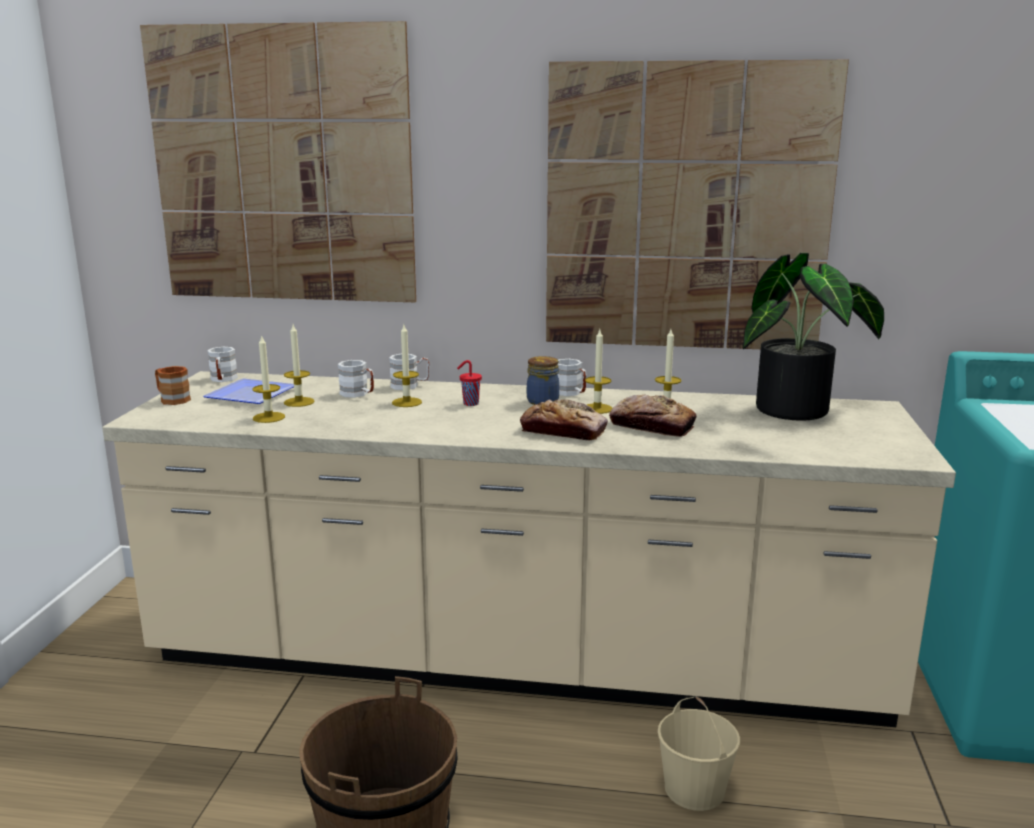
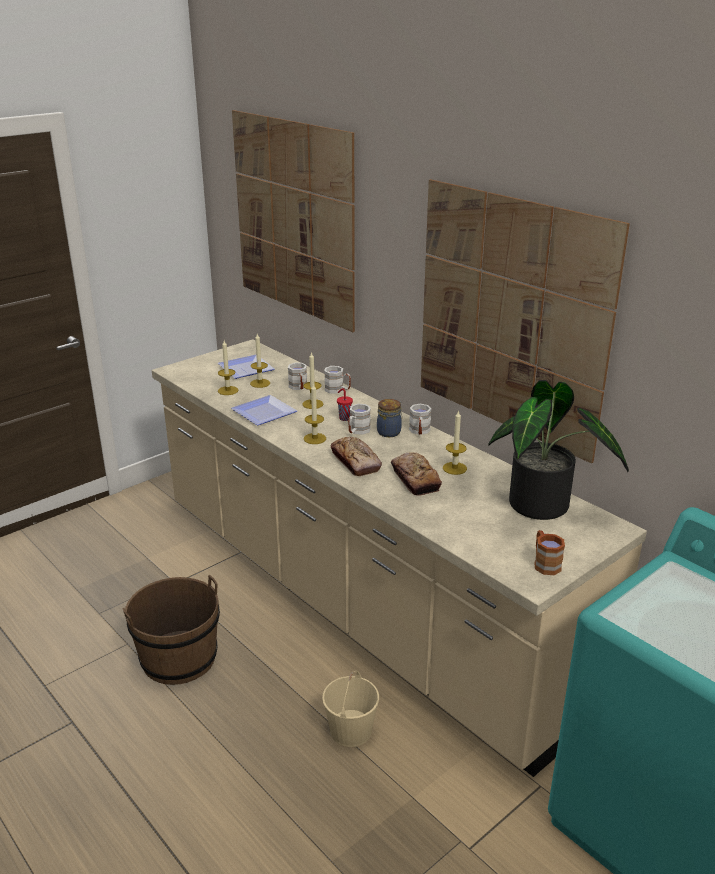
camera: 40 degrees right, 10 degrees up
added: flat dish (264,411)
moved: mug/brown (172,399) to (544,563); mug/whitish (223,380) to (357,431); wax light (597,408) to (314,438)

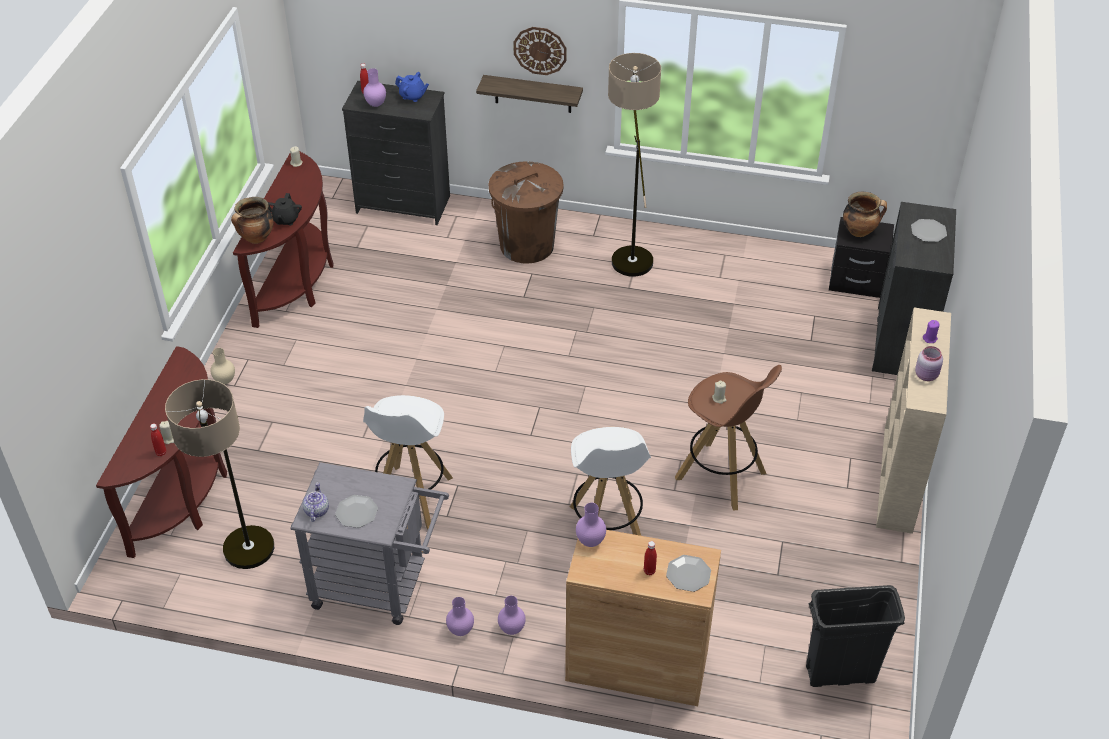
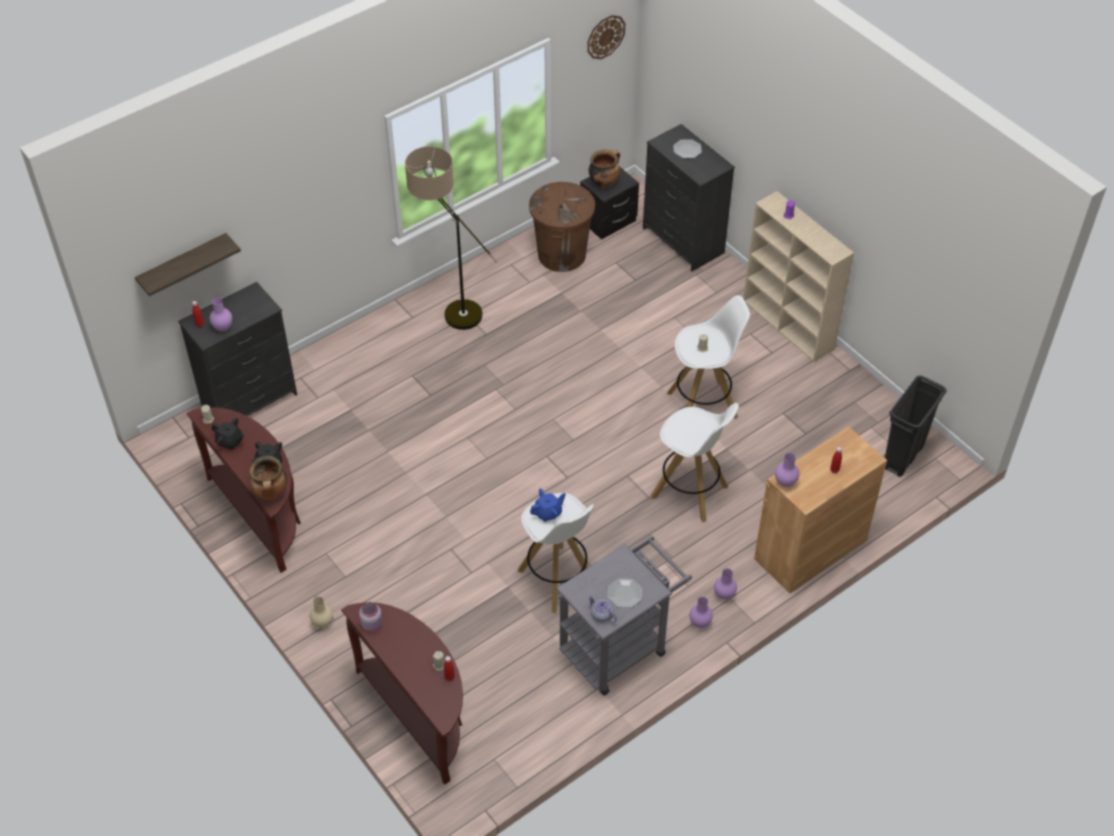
camera: 50 degrees left, 5 degrees up
removed: standing lamp (246,565); flat dish (688,574)
added: tea pot/black (230,441)
moved: tea pot/blue (412,96) to (548,513); shelf (533,94) to (183,265); rubbish bin/brown (527,245) to (562,254); hanging clock (540,50) to (605,36); jar/pink-coloured (927,375) to (372,624)
recoloured: stool seat/brown (721,476) to stool seat/whitish (703,404)

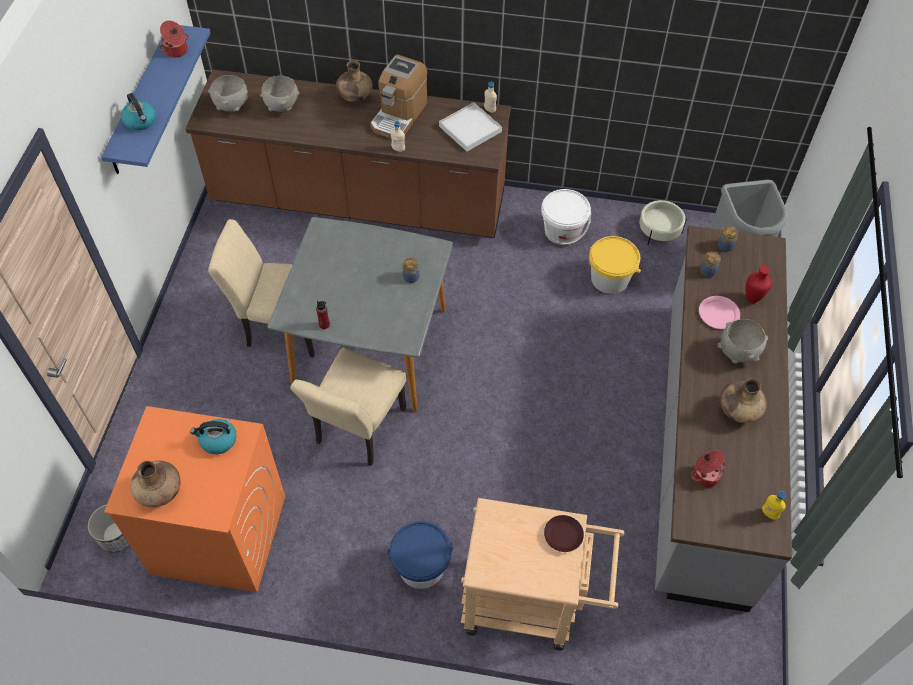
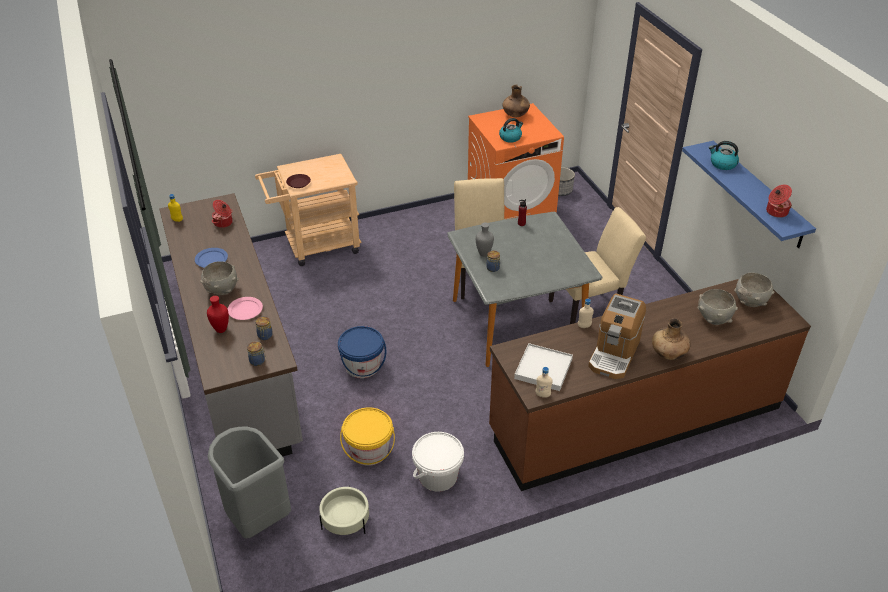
camera: 150 degrees right, 15 degrees down
added: decorative vase/gray (484,254)
moved: pail/blue (421,566) to (362,366)
replaced: decorative vase/brown (738,411) to flat dish/blue (211,259)
turned: coffee maker (399,116) = (614,354) 150 degrees counterclockwise

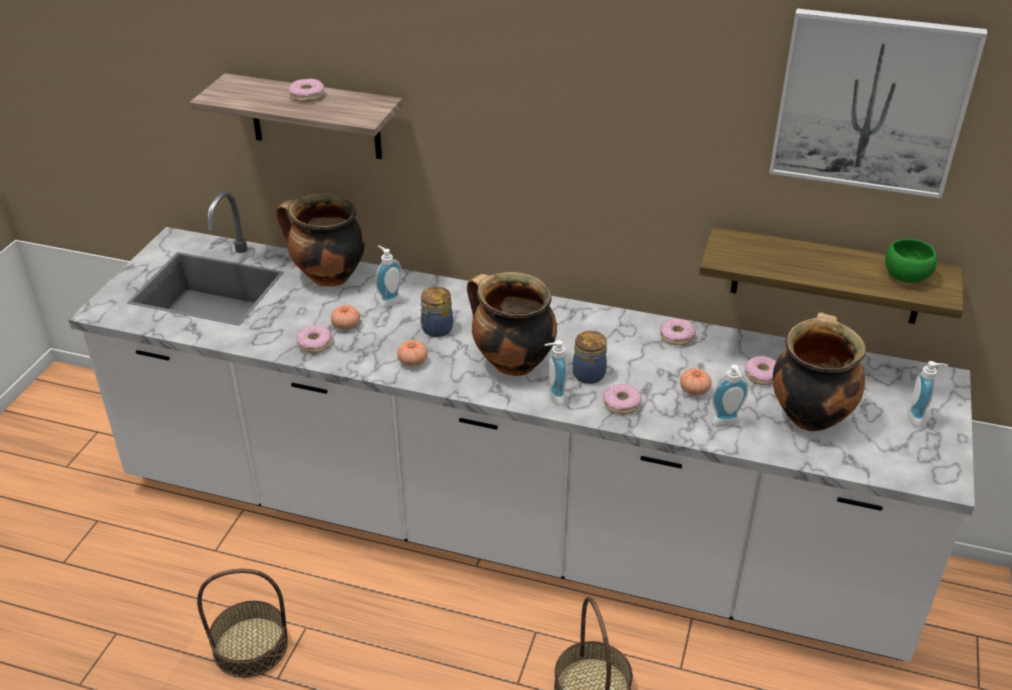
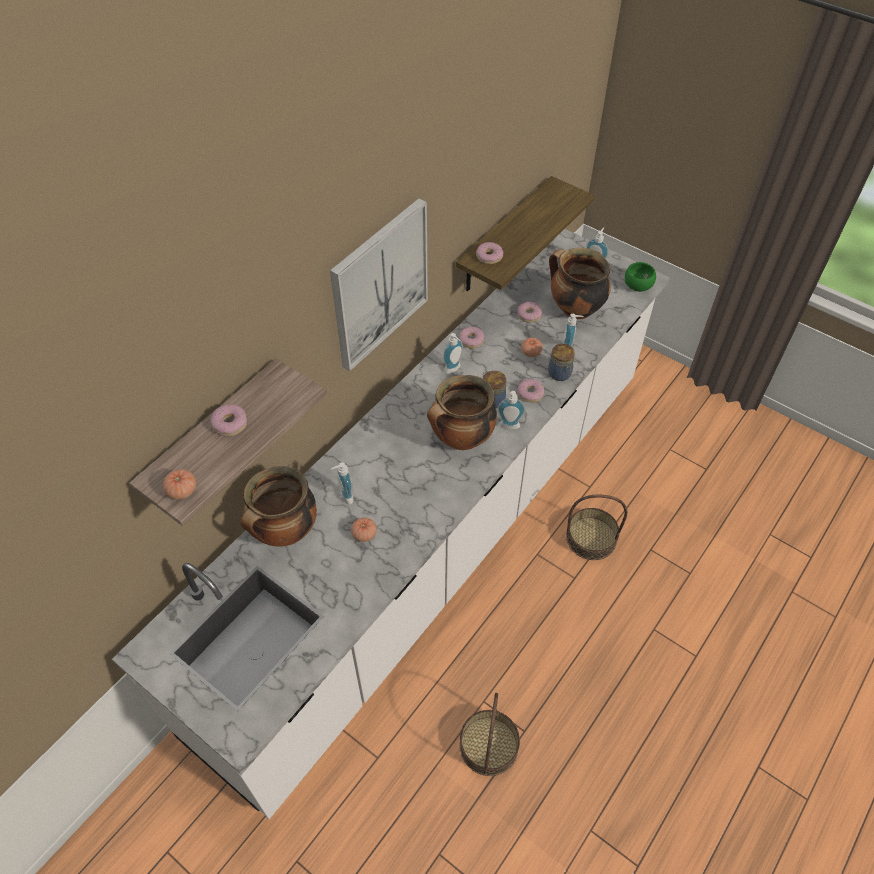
camera: 70 degrees left, 15 degrees up
added: liquid soap bottle (454,370)
moved: ring doughnut (315,344) to (489,256); fresh tomato (412,361) to (182,490); jar (436,329) to (560,374); wall art (871,103) to (379,284); serving bowl/greenish (907,276) to (637,285)

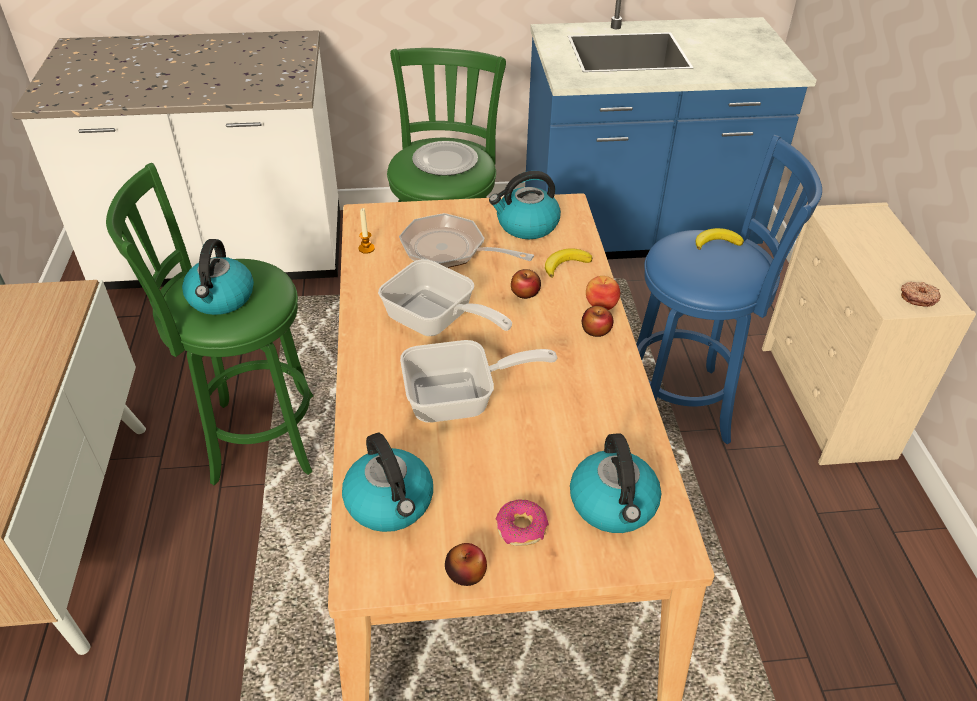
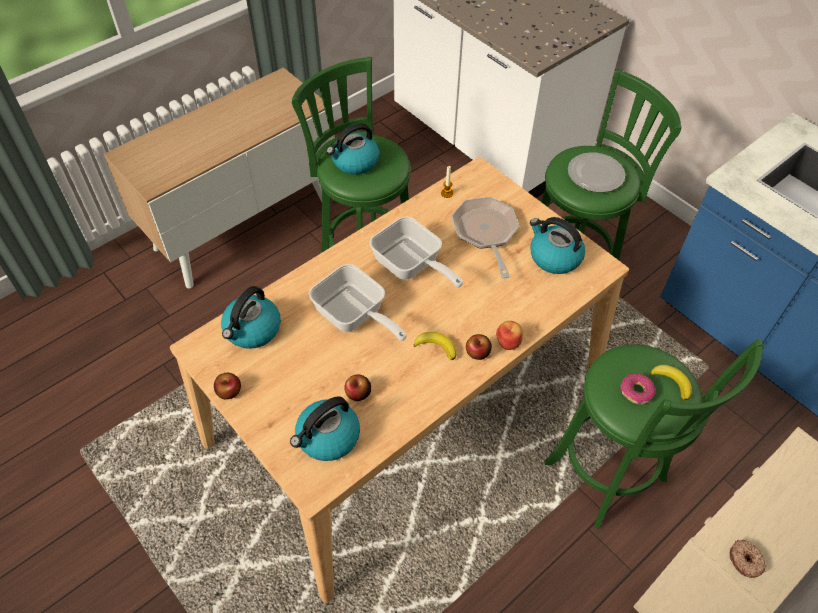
camera: 55 degrees right, 10 degrees up
moved: ring doughnut (521,528) to (636,392); apple fruit (525,293) to (358,393); banana (565,264) to (436,346)
recoloured: stool seat/blue (683,404) to stool seat/greenish (609,477)
turned: skillet (436,321) = (411,266) 45 degrees counterclockwise

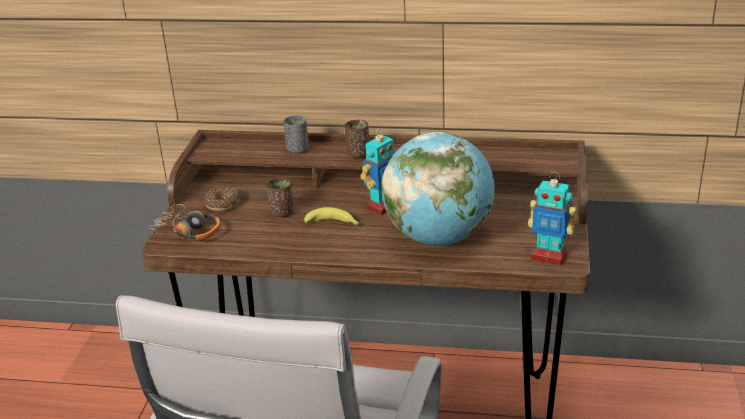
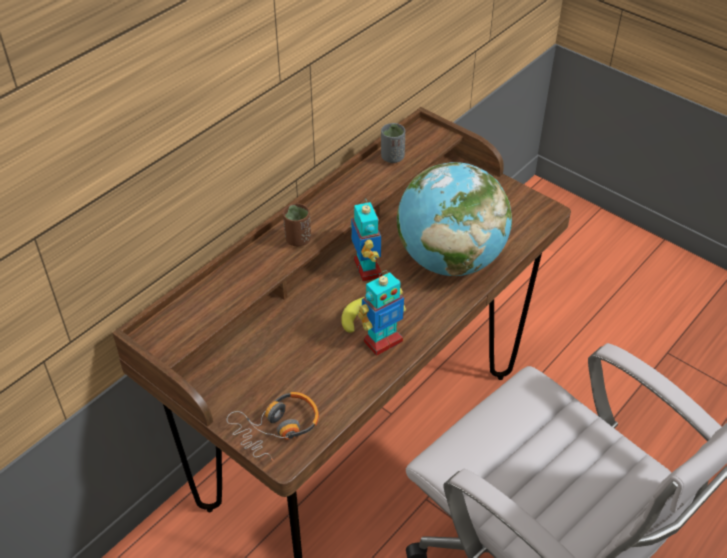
camera: 60 degrees left, 15 degrees up
removed: ring doughnut (222,204); cup/brown (282,213)
moved: cup/gray (297,149) to (392,157); model robot (549,256) to (382,341)

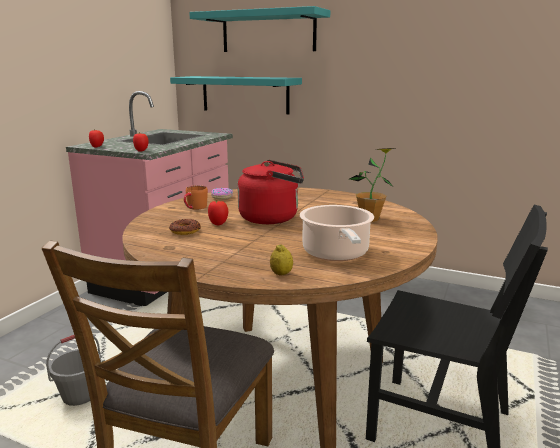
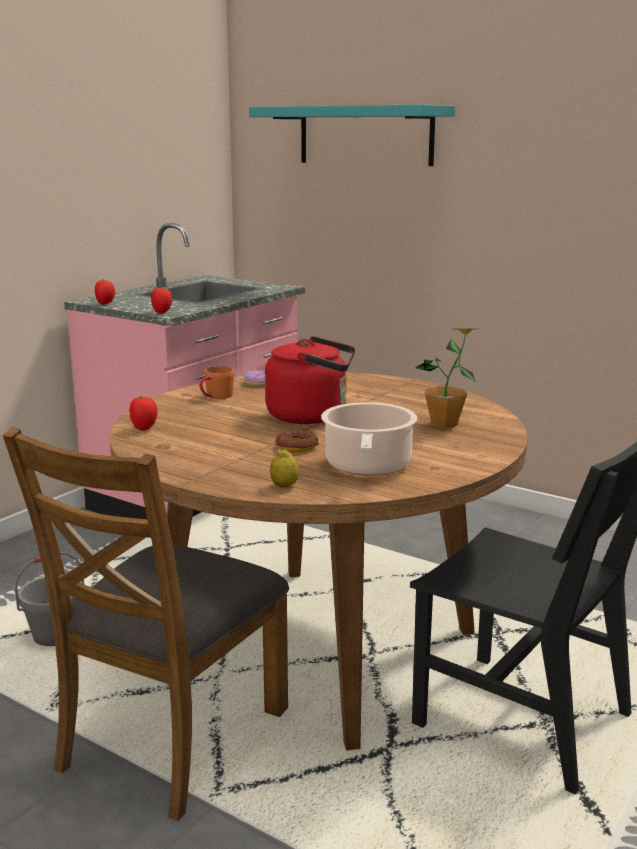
camera: 10 degrees right, 0 degrees up
removed: shelf/blue-green (245,94)
moved: ring doughnut (185,231) to (297,446); fresh tomato (218,224) to (144,428)

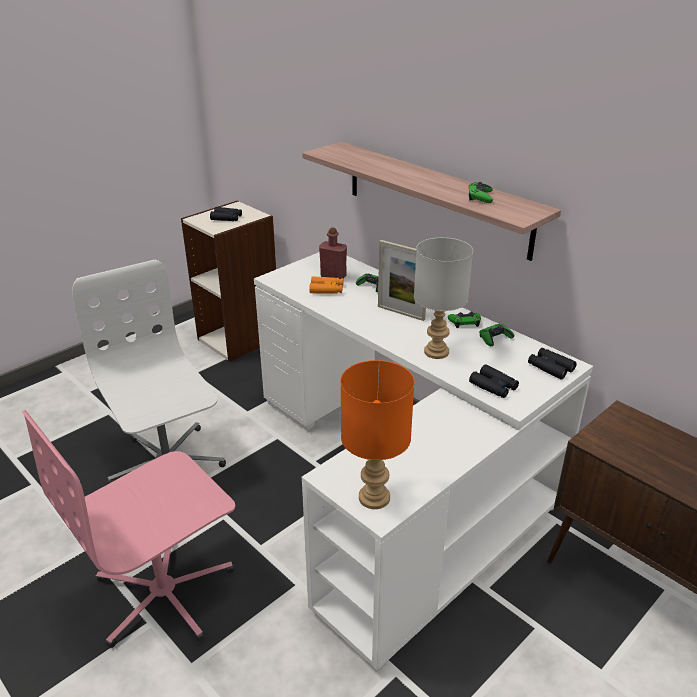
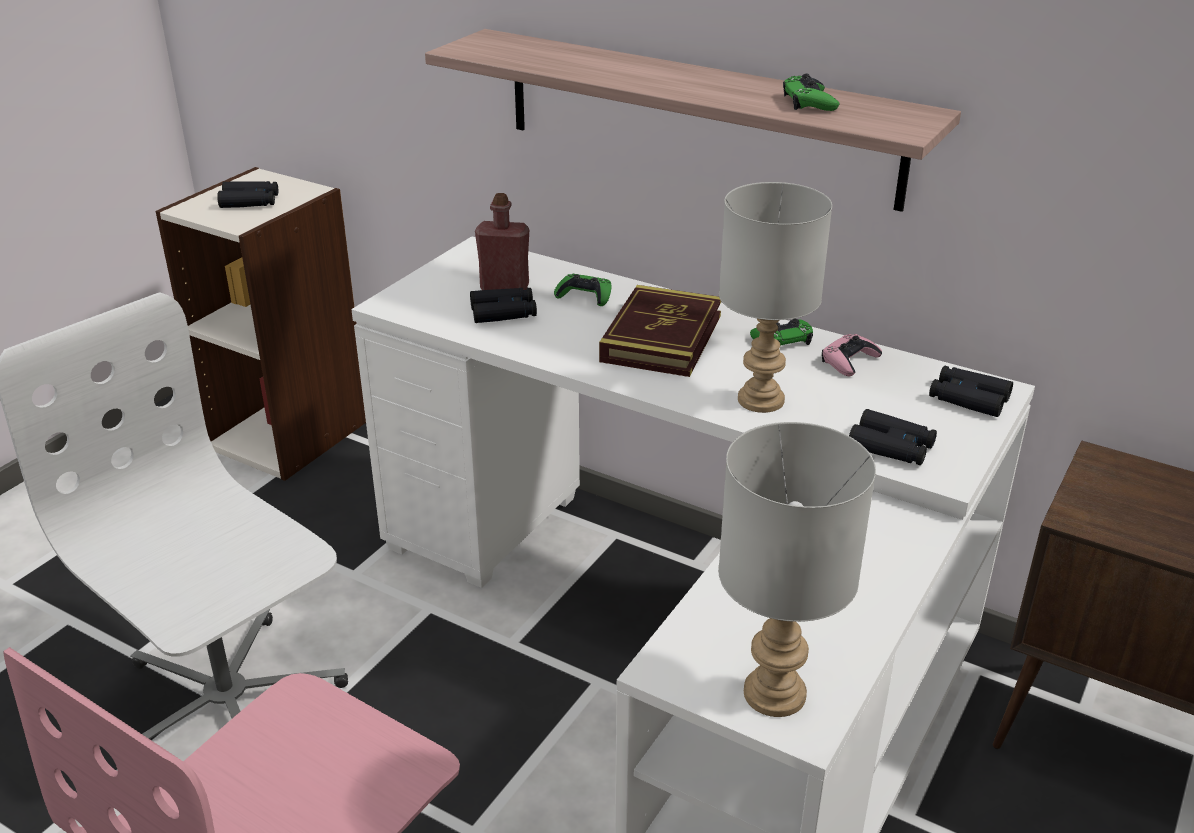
camera: 15 degrees left, 0 degrees up
replaced: standing frame (401,313) to volume (661,338)
recoloured: binoculars/orange (326,289) to binoculars/black (503,313); lamp for a table/orange (373,498) to lamp for a table/gray (774,696); joypad/greenish (495,338) to joypad/pink-coloured (849,361)

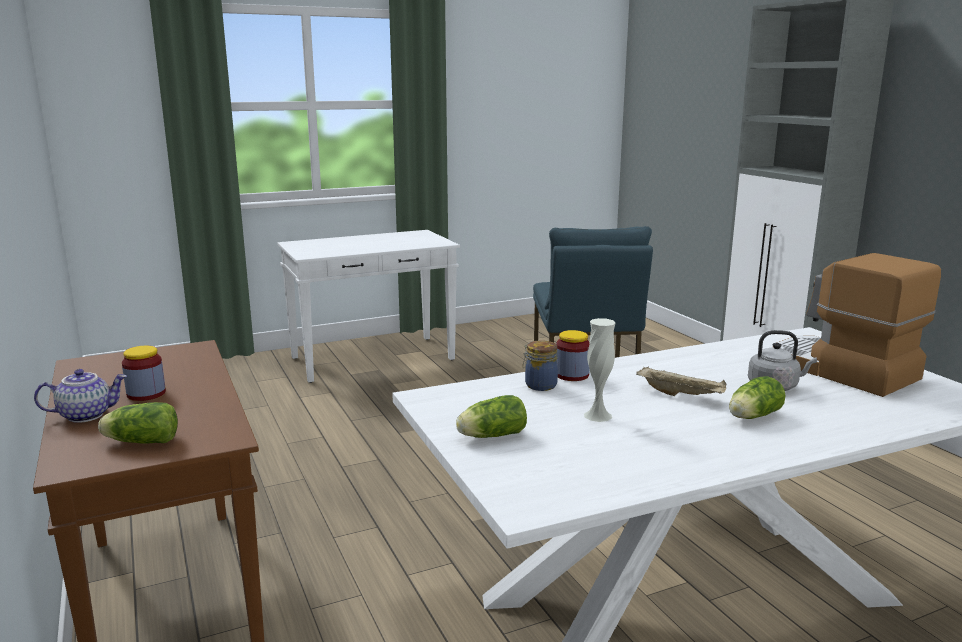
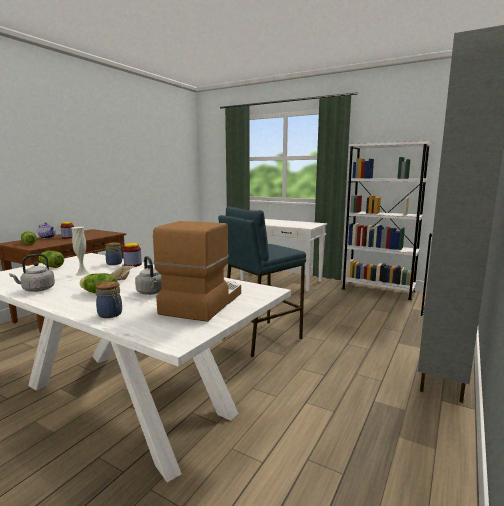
camera: 55 degrees right, 5 degrees down
added: tea kettle/gray (37,289); jar (111,314); bookcase/whitish (378,290)

